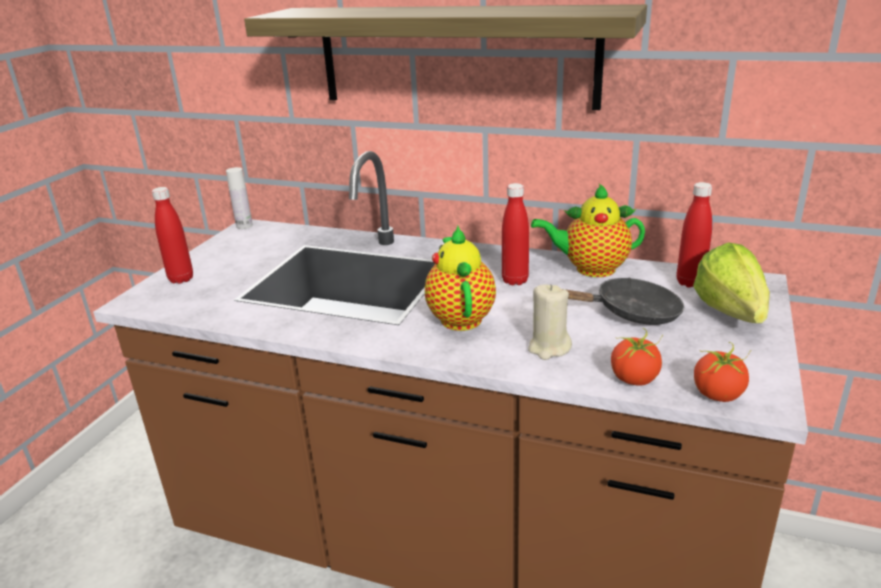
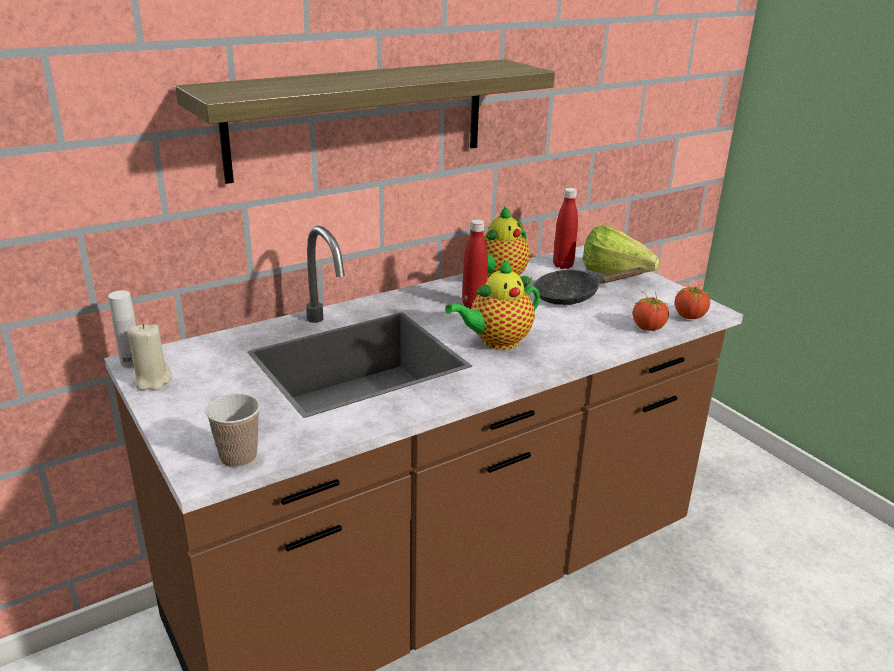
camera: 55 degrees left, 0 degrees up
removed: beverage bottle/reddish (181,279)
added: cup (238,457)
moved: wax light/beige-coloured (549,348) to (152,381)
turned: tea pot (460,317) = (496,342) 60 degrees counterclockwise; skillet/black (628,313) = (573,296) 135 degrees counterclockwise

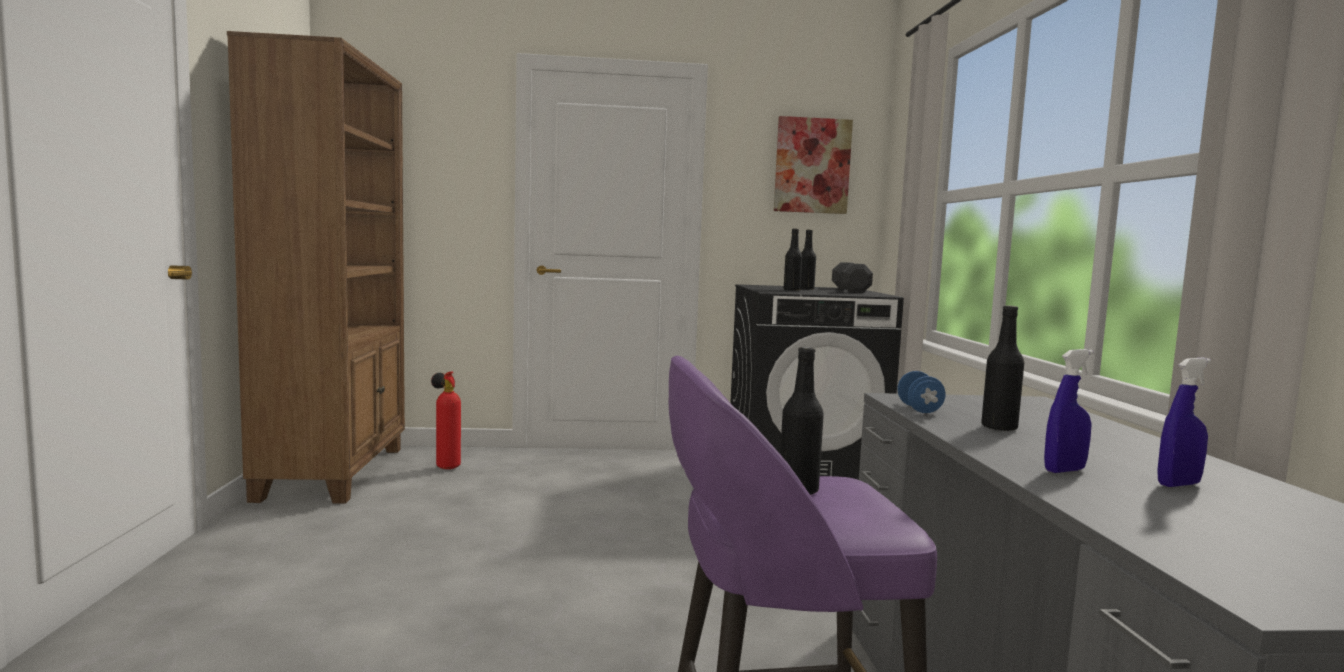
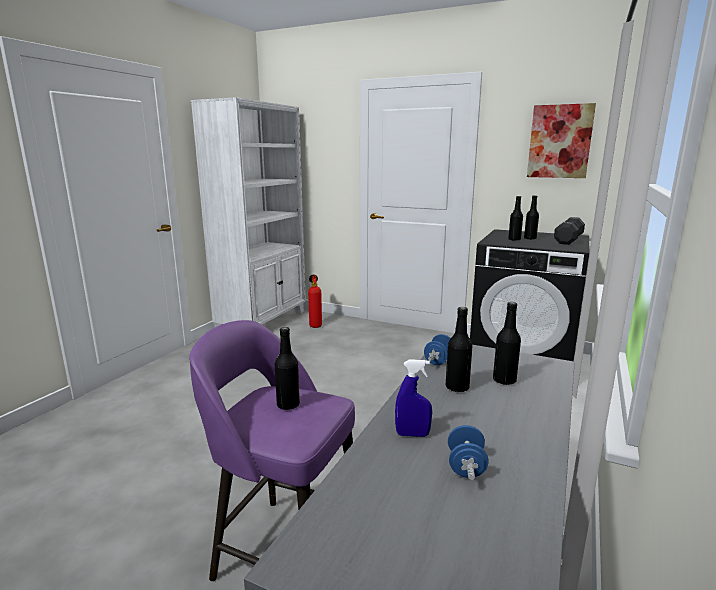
camera: 30 degrees right, 10 degrees up
added: beverage bottle/black (504,380)
replaced: hand sprayer/blue (1178,484) to dumbbell/blue (466,466)
recoloured: bookcase/brown (335,472) to bookcase/whitish (263,321)

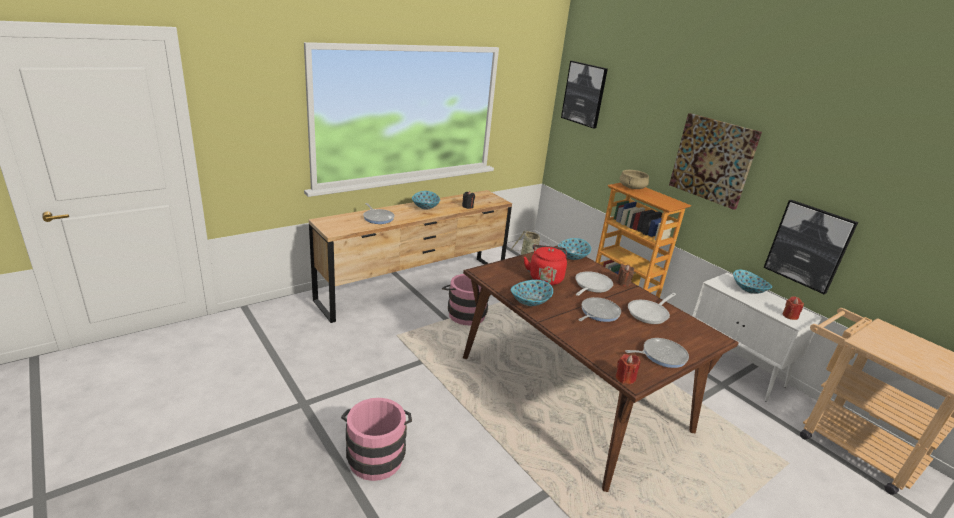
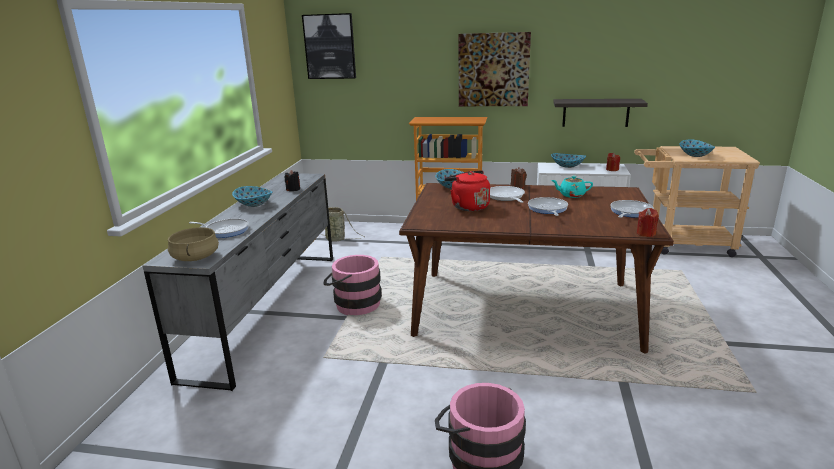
camera: 40 degrees left, 5 degrees down
moved: serving bowl (530,302) to (695,155); saucepot/beige-coloured (632,187) to (196,257)
replaced: skillet (650,313) to tea pot/blue-green (571,195); wall art (808,246) to shelf (595,112)
recoloured: drawer chest/brown (415,287) to drawer chest/gray (268,309)

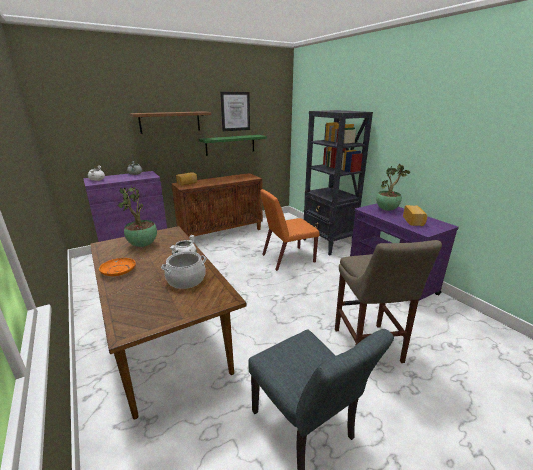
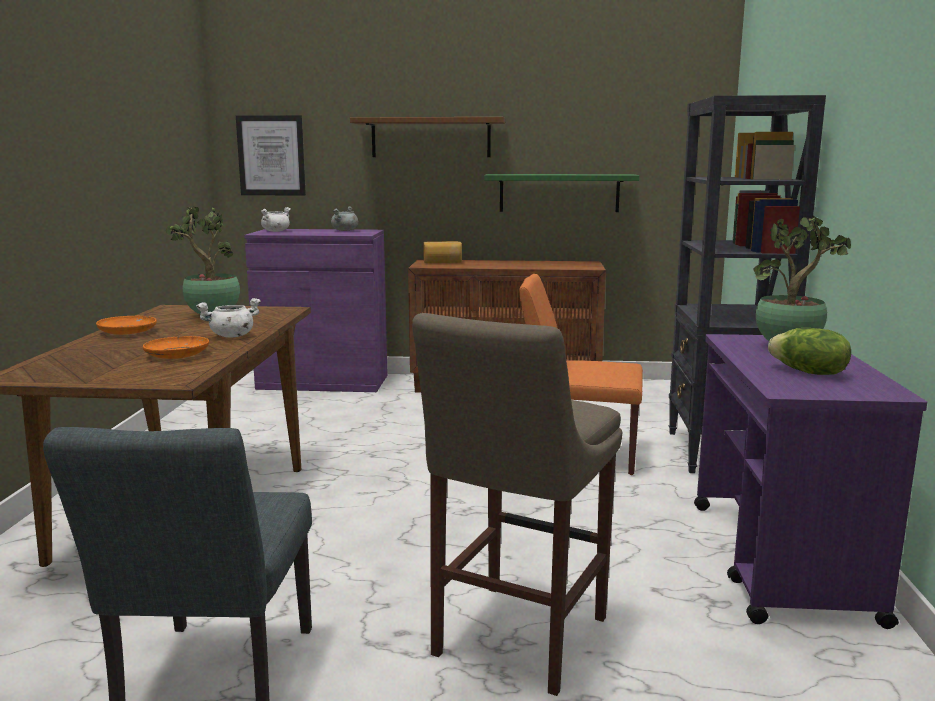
camera: 35 degrees right, 10 degrees down
moved: wall art (235,111) to (271,155)
replaced: saucepot (186,280) to flat dish/orange (177,355); bread (414,221) to head of lettuce (808,372)

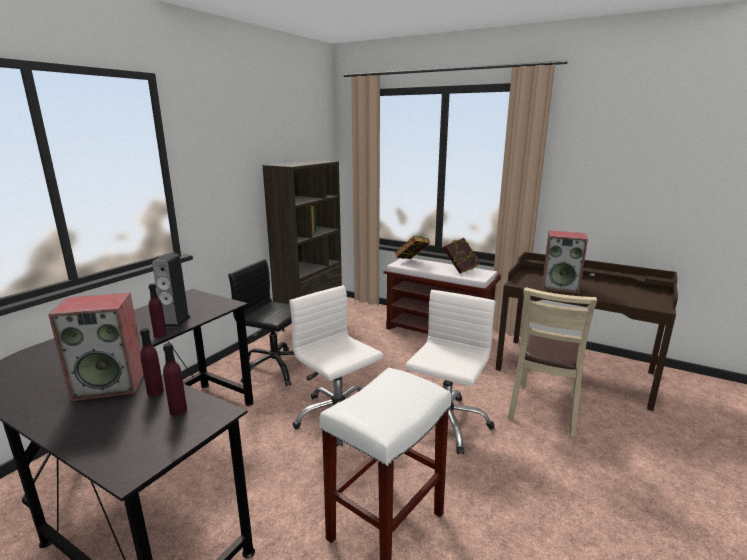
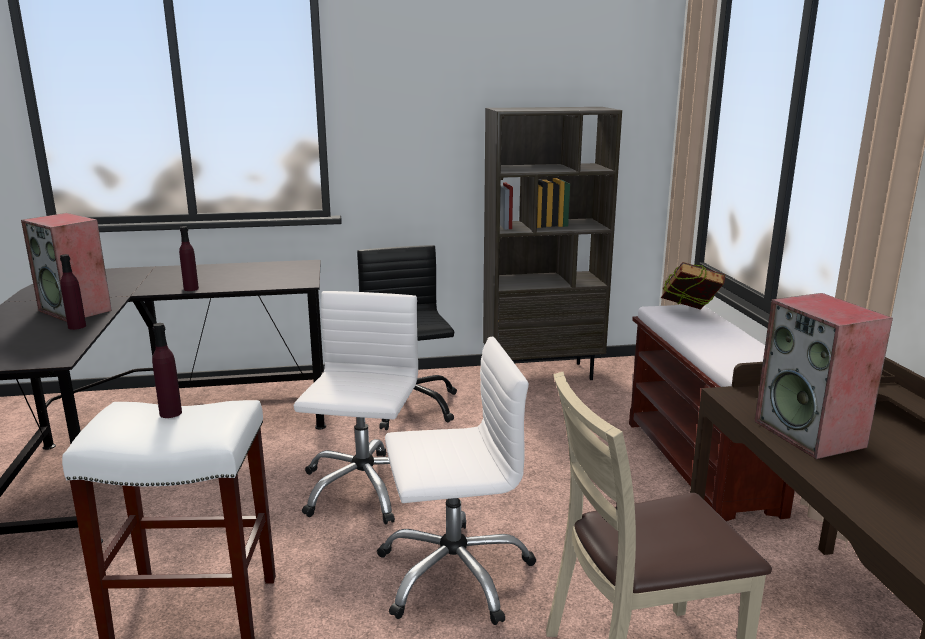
camera: 50 degrees right, 0 degrees up
removed: loudspeaker (176,321); volume (460,270)
moved: beverage bottle/purple-coloured (178,410) to (170,413)

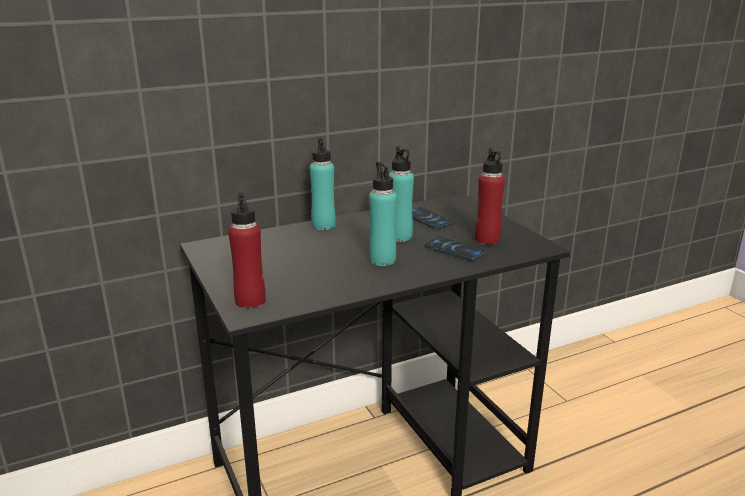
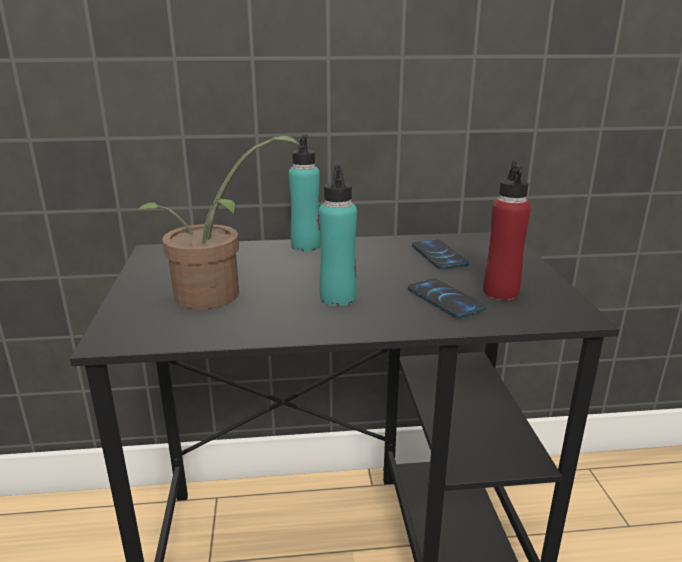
camera: 20 degrees right, 0 degrees up
removed: beverage bottle/reddish (250,301); beverage bottle/blue-green (400,237)
added: potted plant (216,296)

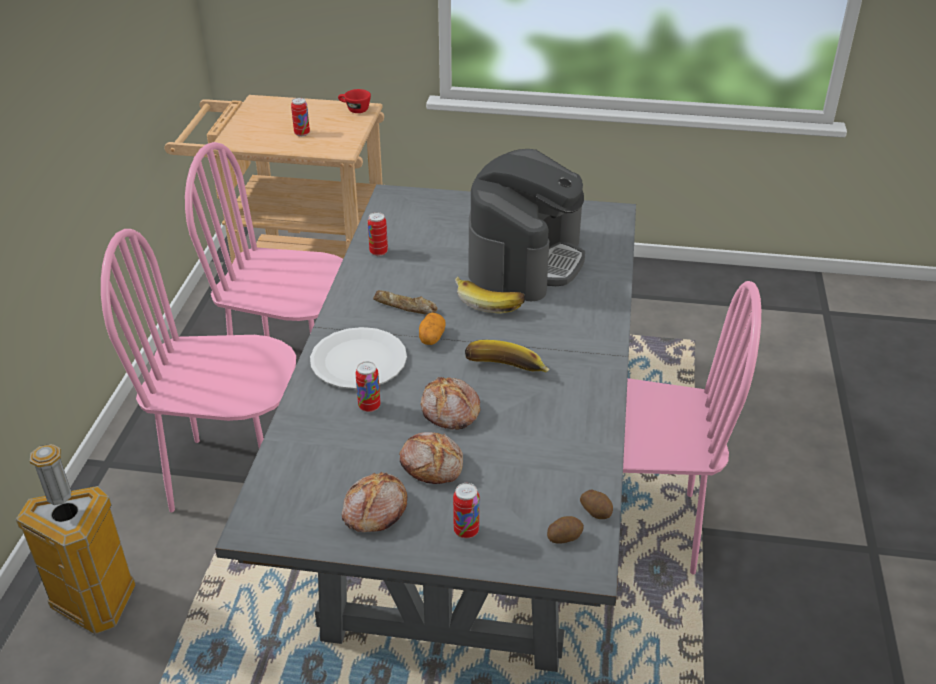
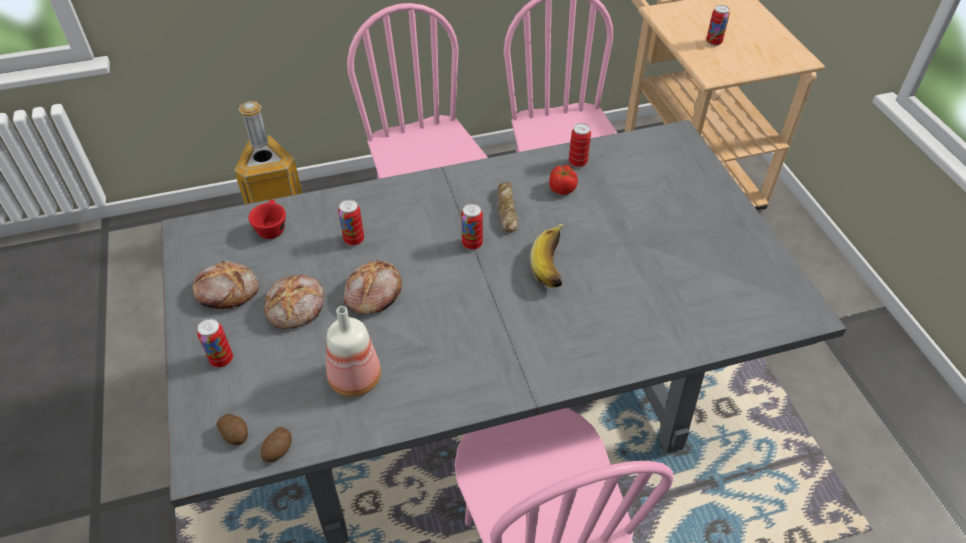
camera: 65 degrees right, 10 degrees up
removed: flat dish/whitish (358,361); banana (505,371); coffee maker (525,260)
added: beverage bottle (354,380); fresh tomato (562,188)
moved: cup/reddish (354,109) to (271,227)
replaced: potato (431,337) to can (472,244)

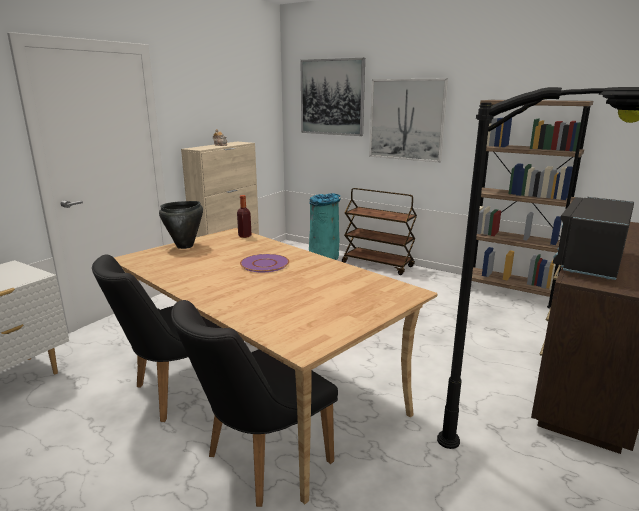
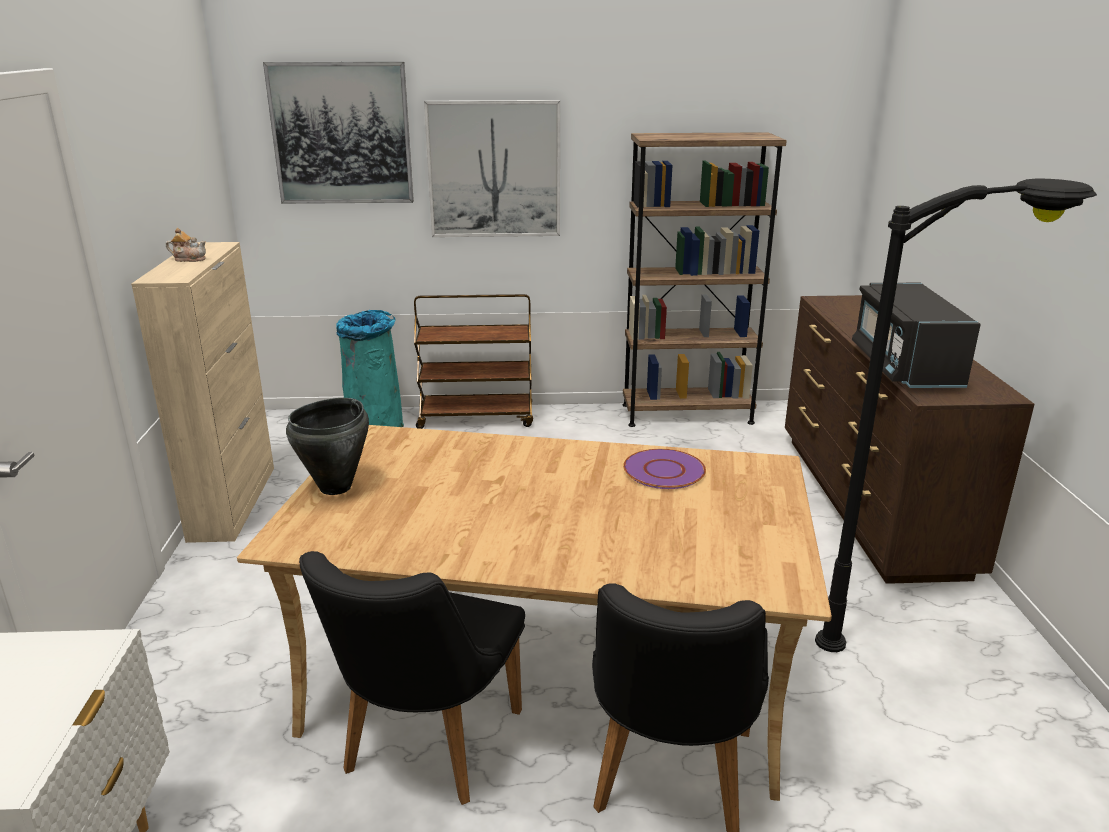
camera: 35 degrees left, 5 degrees up
removed: beverage bottle (244,236)
moved: flat dish/purple-coloured (264,264) to (663,470)

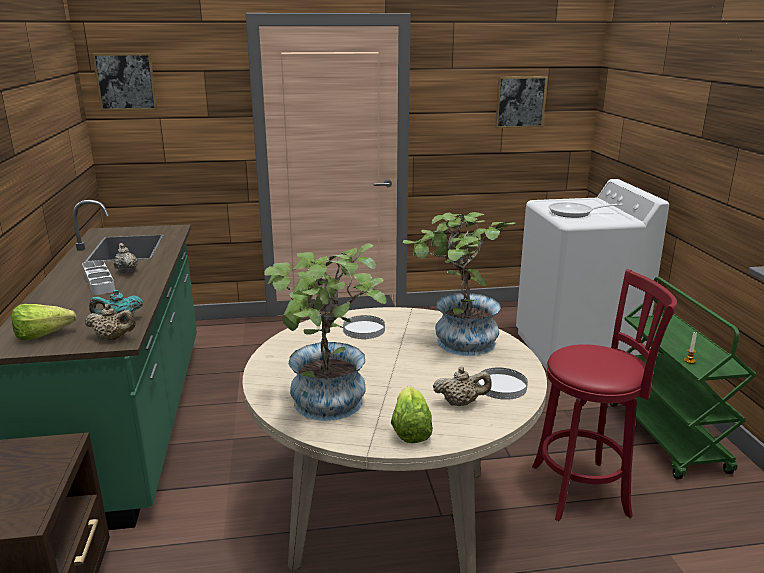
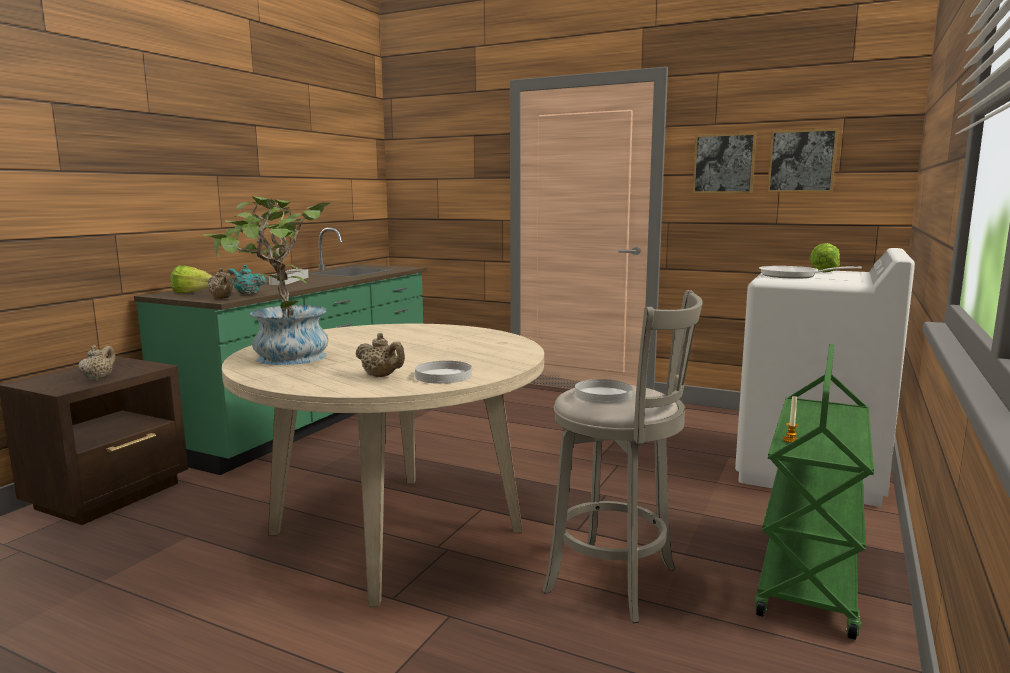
camera: 35 degrees right, 10 degrees down
removed: potted plant (457,343)
moved: wall art (126,81) to (724,163); tea pot/beige-coloured (126,271) to (99,378); flat dish/whitish (363,329) to (603,395); head of lettuce (410,429) to (825,271)
recoloured: stool seat/reddish (585,490) to stool seat/gray (617,582)

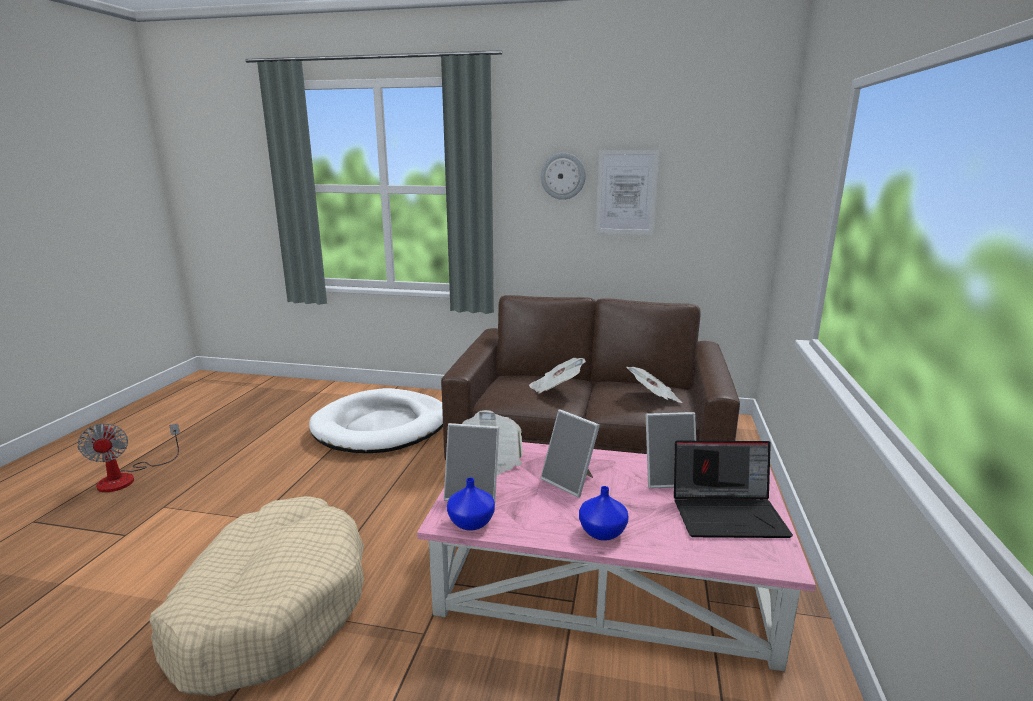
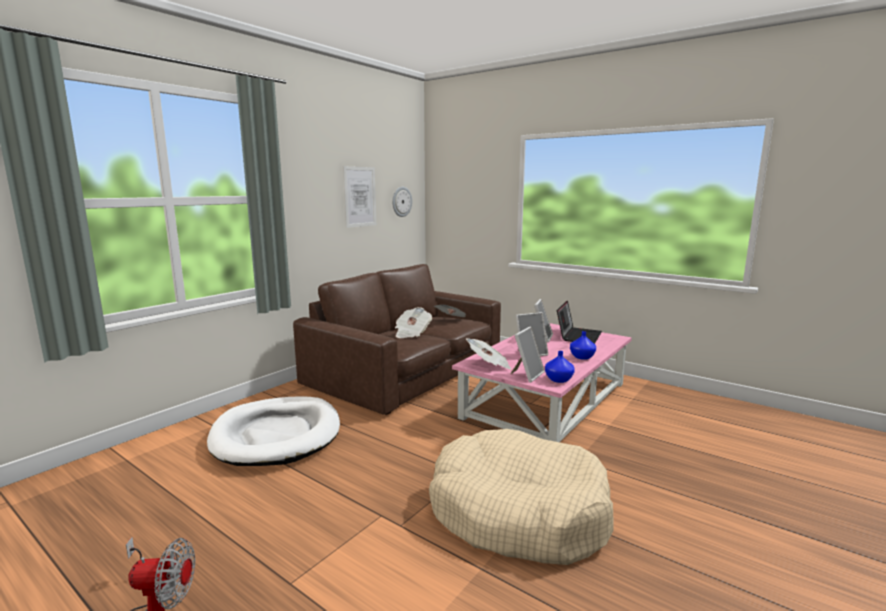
camera: 65 degrees left, 5 degrees down
moved: hanging clock (563,176) to (401,201)

